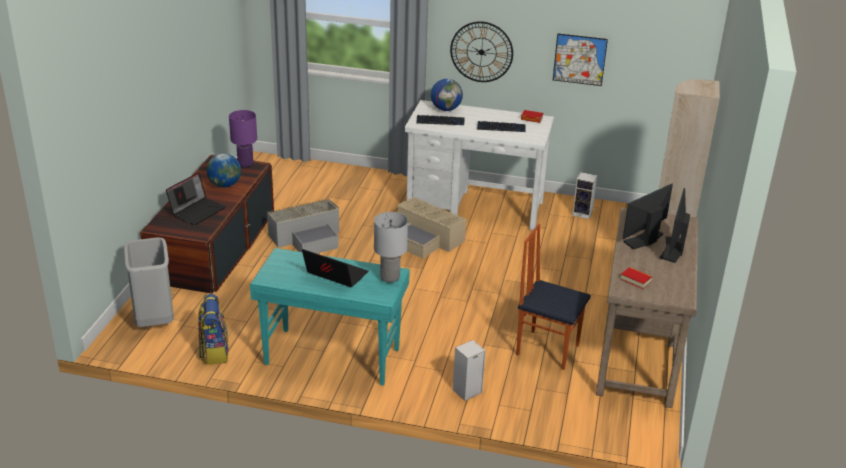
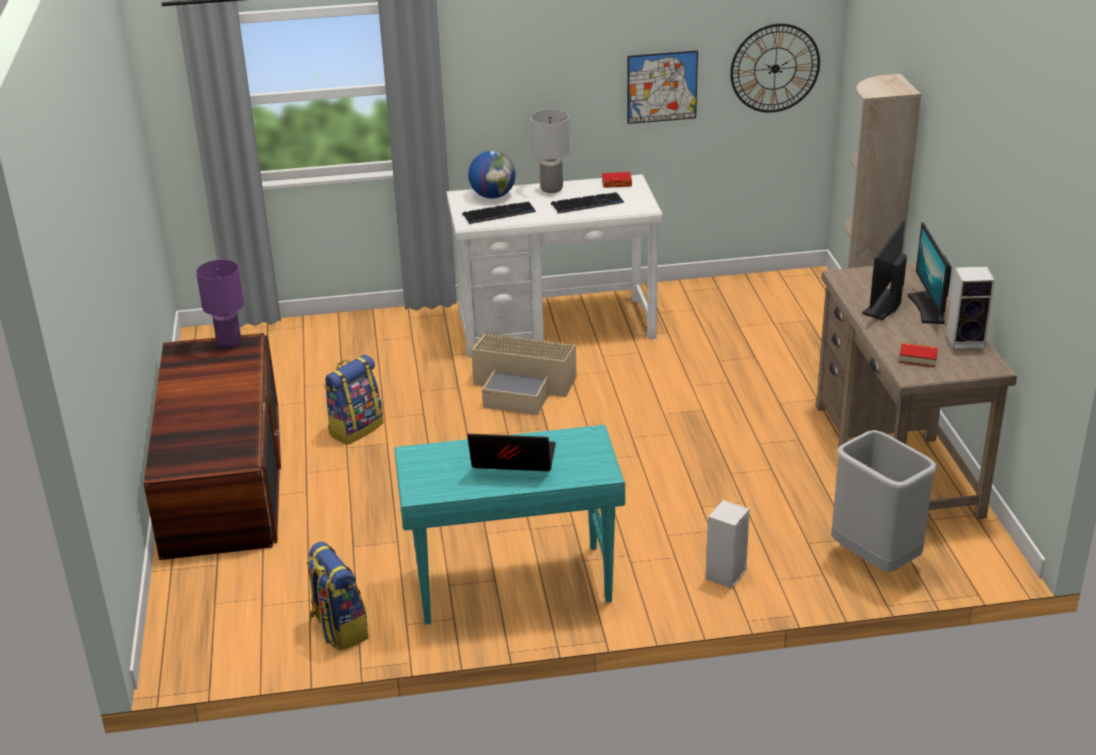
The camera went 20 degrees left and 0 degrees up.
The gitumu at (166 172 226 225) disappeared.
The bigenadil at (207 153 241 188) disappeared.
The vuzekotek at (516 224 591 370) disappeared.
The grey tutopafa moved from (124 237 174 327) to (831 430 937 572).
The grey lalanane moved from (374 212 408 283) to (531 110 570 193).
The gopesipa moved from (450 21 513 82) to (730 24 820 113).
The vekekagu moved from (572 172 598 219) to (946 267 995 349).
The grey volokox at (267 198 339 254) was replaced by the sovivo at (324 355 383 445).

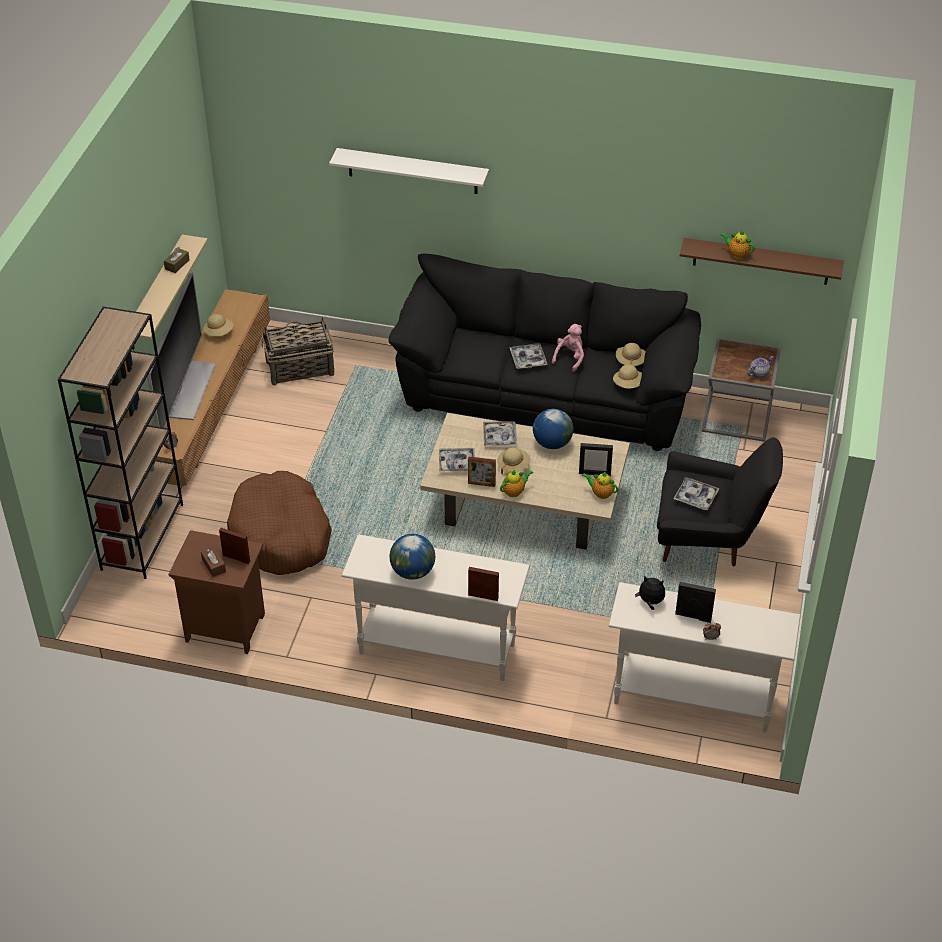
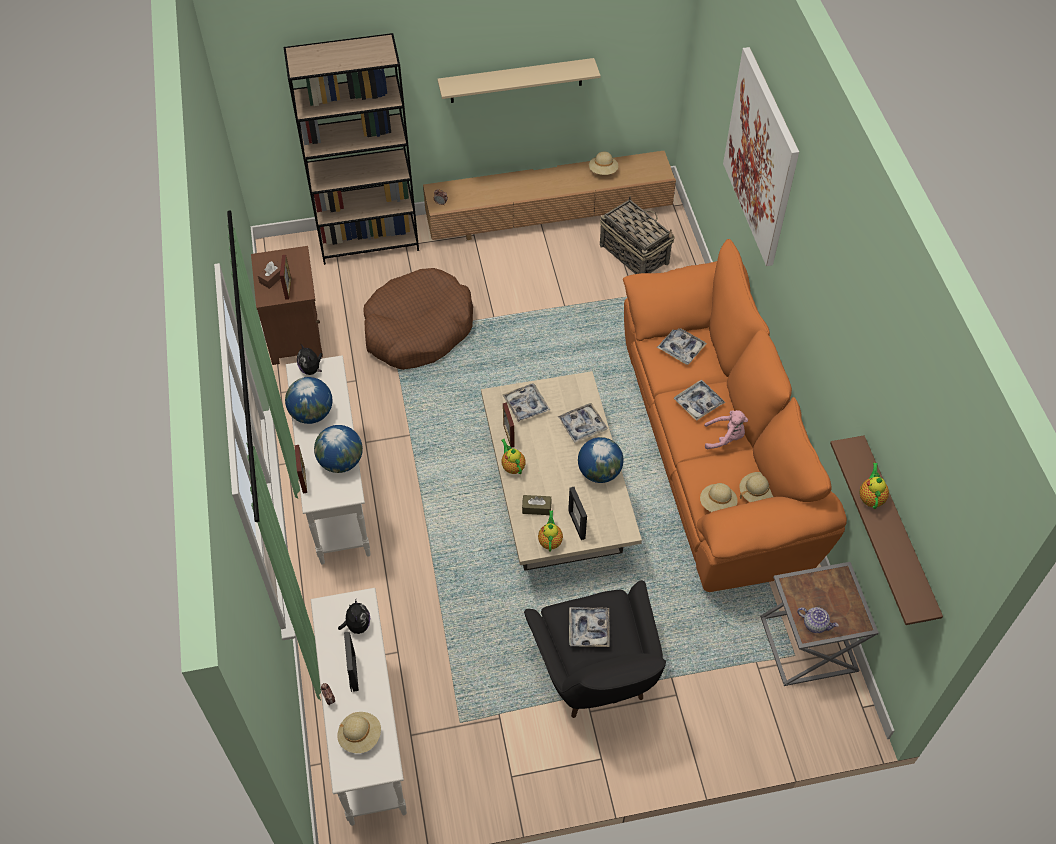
The camera went 65 degrees right and 10 degrees up.
The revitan at (147 272 215 428) disappeared.
The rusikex at (297 344 322 375) appeared.
The bigenadil at (314 425 363 473) appeared.
The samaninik at (657 328 707 365) appeared.
The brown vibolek moved from (164 247 190 273) to (522 495 551 515).
The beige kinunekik moved from (497 447 531 474) to (337 712 381 753).
The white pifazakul at (329 148 489 194) was replaced by the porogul at (723 47 799 266).
The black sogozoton at (388 254 701 451) became the orange sogozoton at (623 239 847 592).
The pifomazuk at (500 470 534 497) turned 150 degrees counterclockwise.

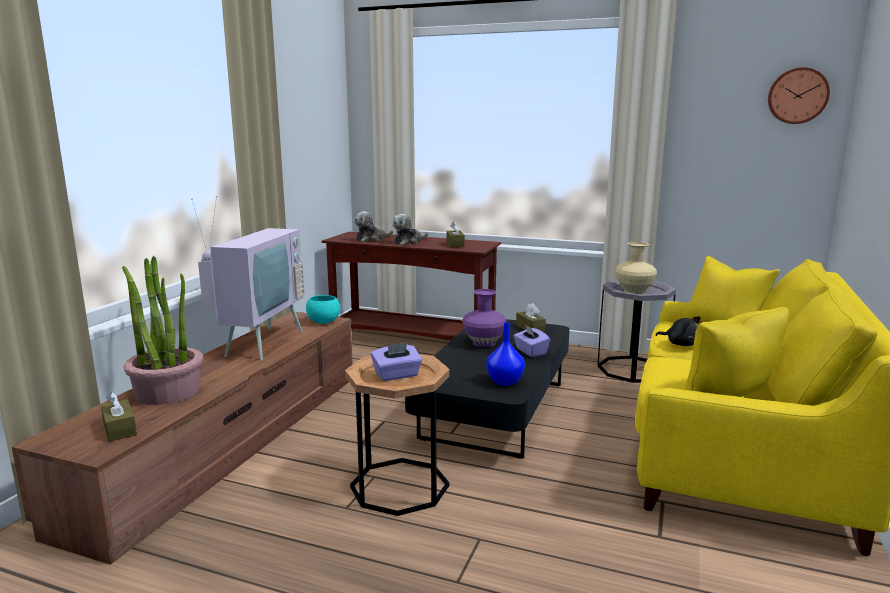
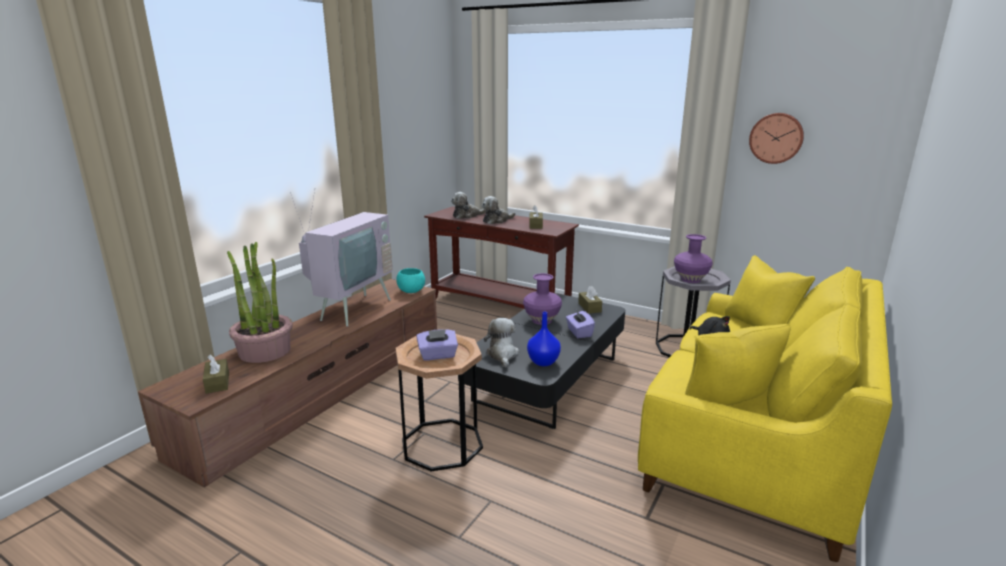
The camera went 10 degrees right and 5 degrees up.
The rusikex at (484 318 519 368) appeared.
The gopesipa moved from (768 67 830 124) to (749 113 804 164).
The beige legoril at (615 242 657 294) became the purple legoril at (674 234 713 283).

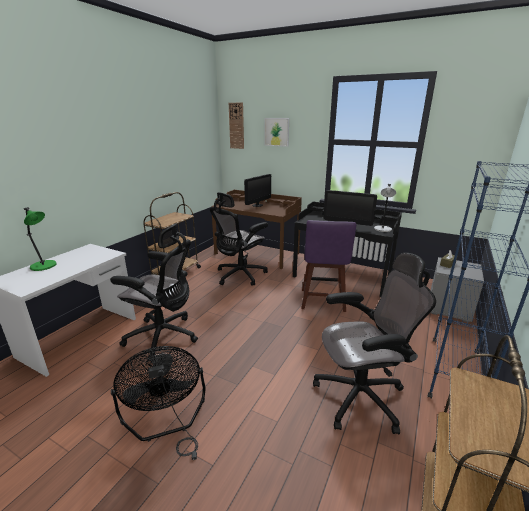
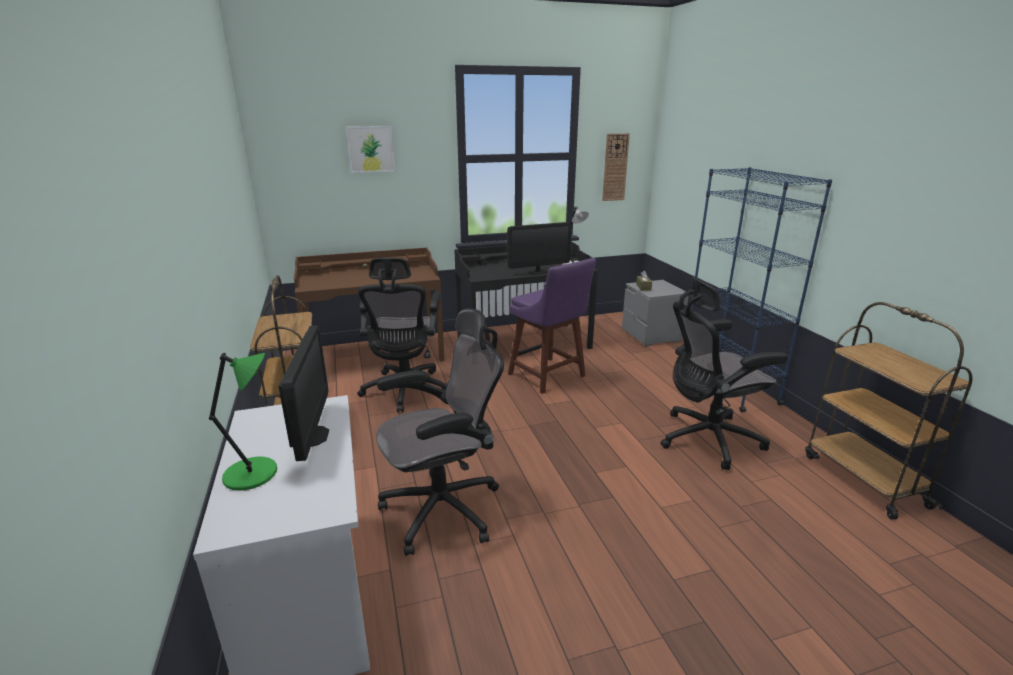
The camera went 45 degrees left and 0 degrees up.
The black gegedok at (111 346 205 460) disappeared.
The gopesipa moved from (229 103 244 149) to (602 133 630 201).
The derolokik moved from (244 174 271 207) to (278 326 329 461).
The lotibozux at (313 253 436 434) turned 135 degrees counterclockwise.

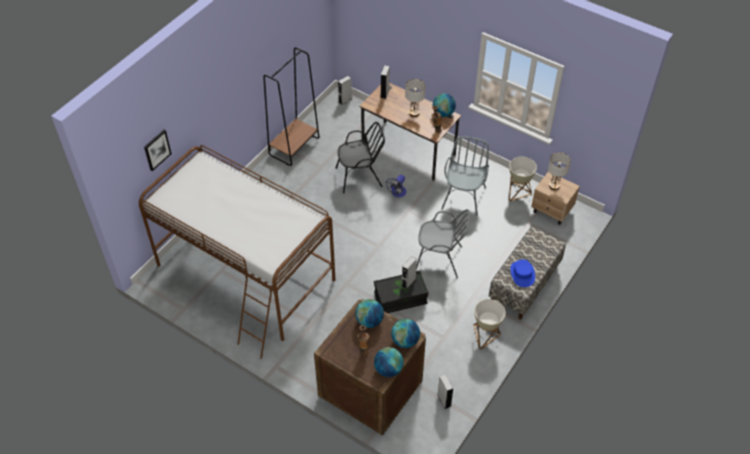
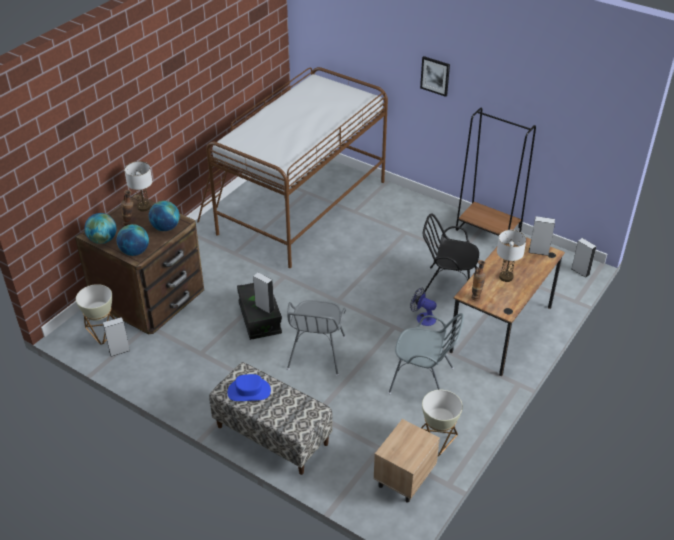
The camera went 90 degrees right and 10 degrees down.
The bigenadil at (433 93 456 117) disappeared.
The porogul moved from (144 130 172 171) to (420 56 450 97).
The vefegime moved from (473 299 506 349) to (76 284 116 345).
The lalanane moved from (548 152 571 190) to (124 161 152 211).
The black vuzekotek at (335 122 385 195) turned 120 degrees clockwise.

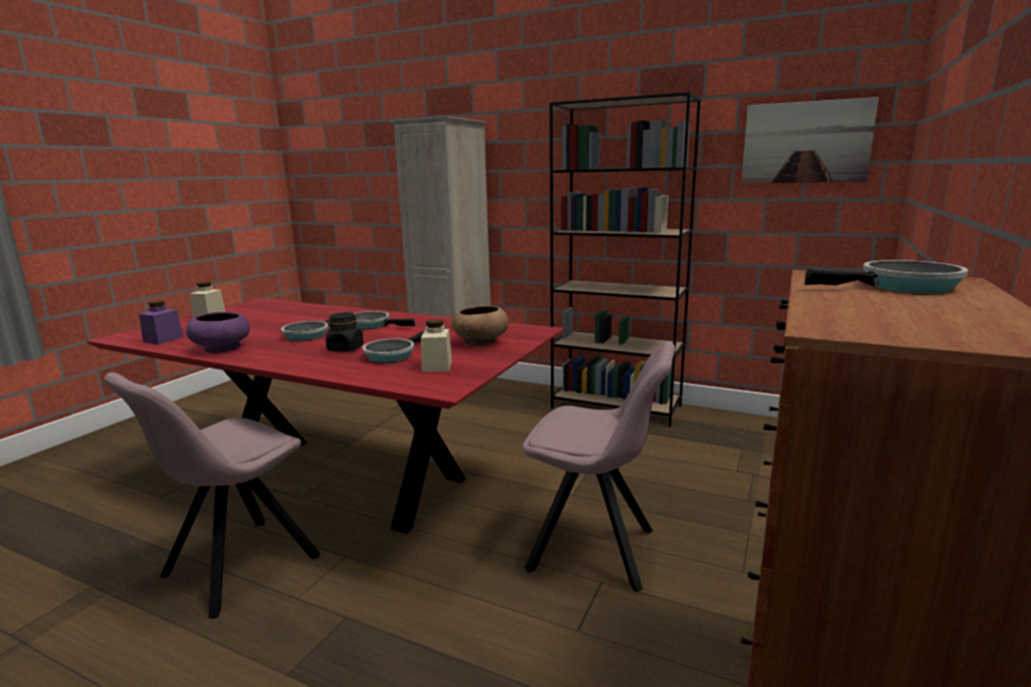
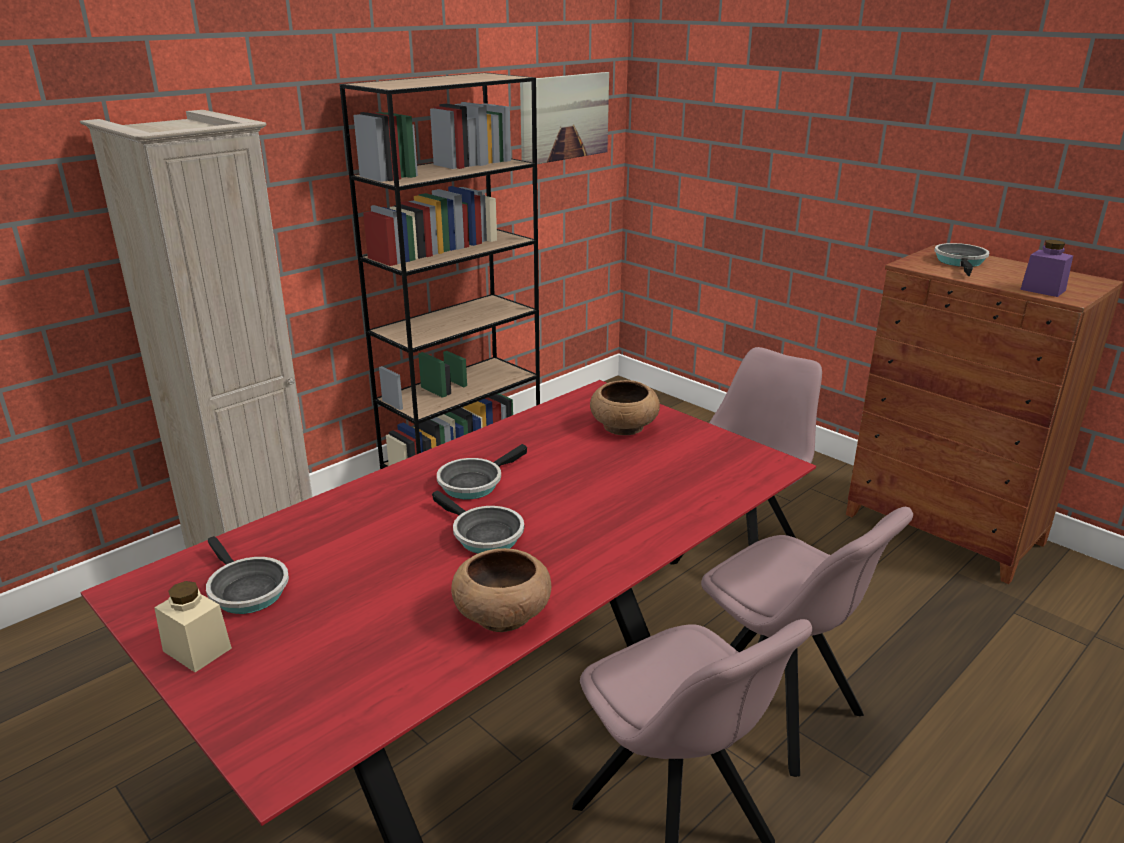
The camera went 70 degrees left and 10 degrees up.
The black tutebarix at (326 312 364 352) disappeared.
The beige tutebarix at (421 319 452 372) disappeared.
The pink vuzekotek at (701 507 913 777) appeared.
The purple tutebarix moved from (139 300 184 345) to (1020 240 1073 297).
The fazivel moved from (362 330 425 363) to (206 536 289 614).
The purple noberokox at (186 312 250 353) became the brown noberokox at (451 548 551 632).

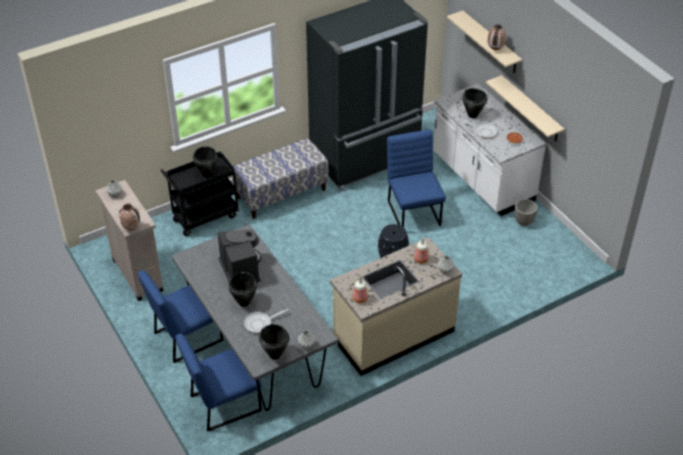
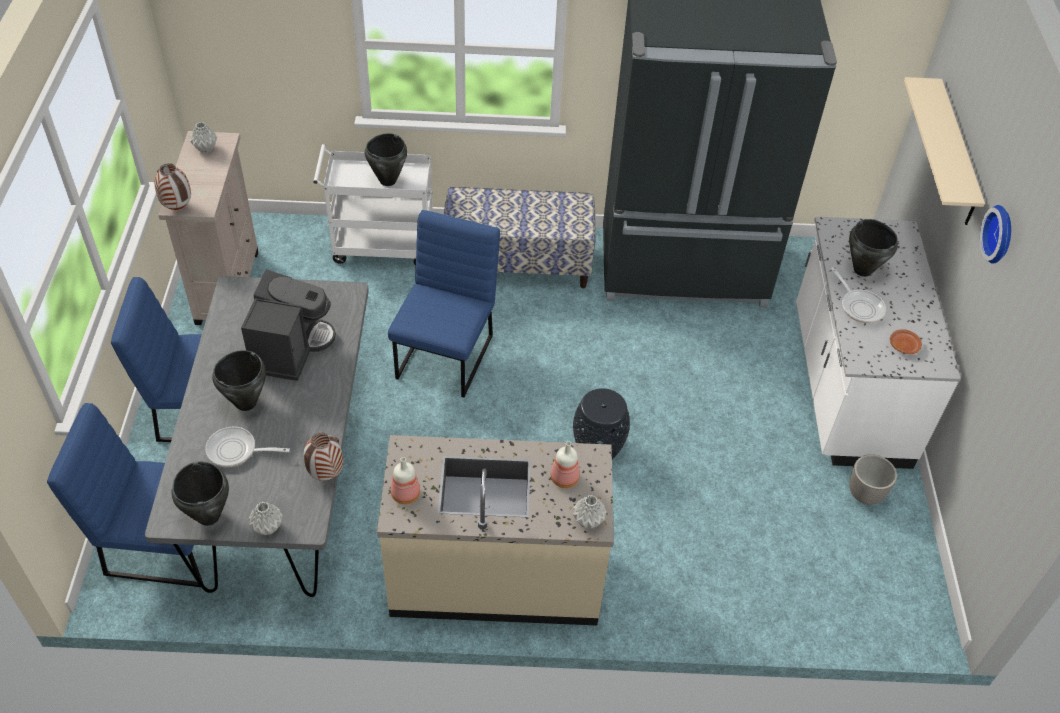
The camera went 30 degrees right and 5 degrees up.
The beige pifazakul at (486 75 565 142) disappeared.
The gopesipa at (980 205 1011 264) appeared.
The blue vuzekotek moved from (387 130 446 228) to (388 210 500 397).
The legoril moved from (488 24 506 50) to (303 433 343 481).
The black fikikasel at (160 152 238 236) became the white fikikasel at (313 144 433 266).

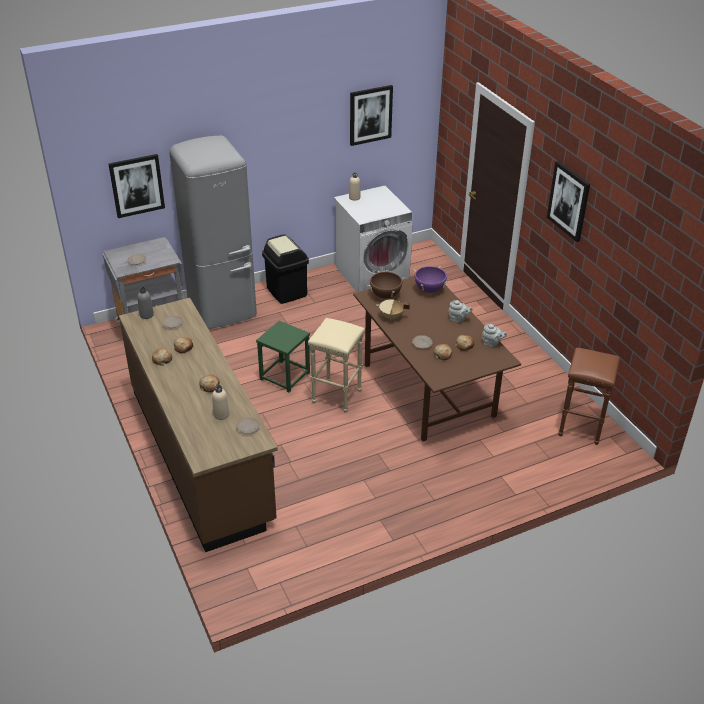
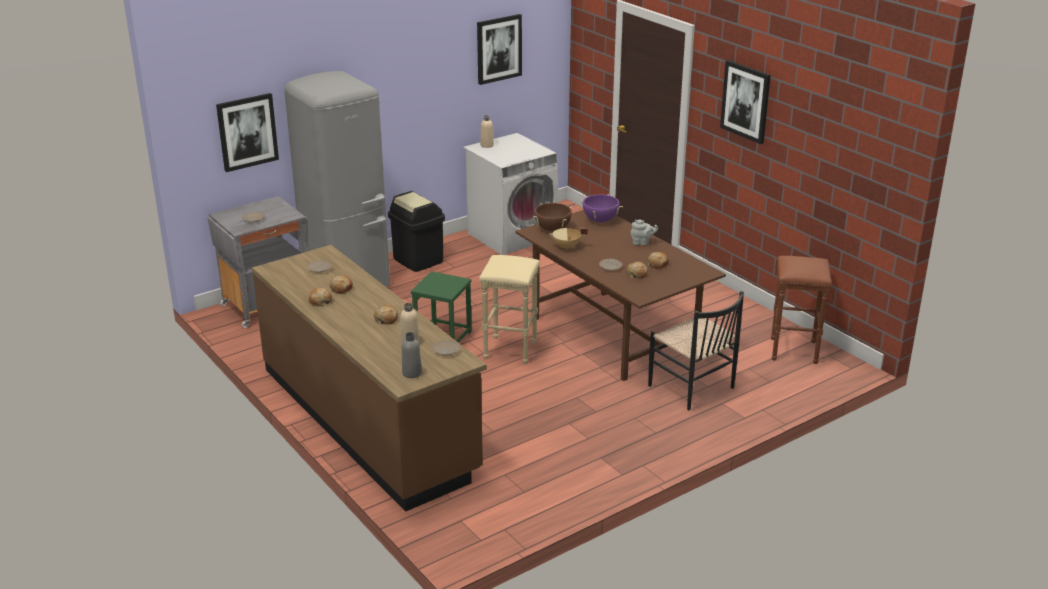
The camera went 10 degrees left and 10 degrees down.
The grey pifomazuk at (482 324 507 347) disappeared.
The black vuzekotek at (648 291 744 411) appeared.
The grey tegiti moved from (137 287 154 319) to (402 332 422 378).

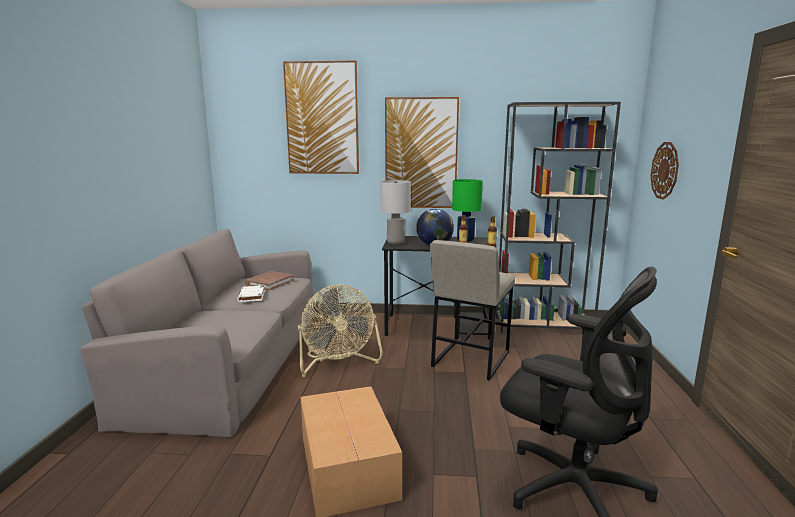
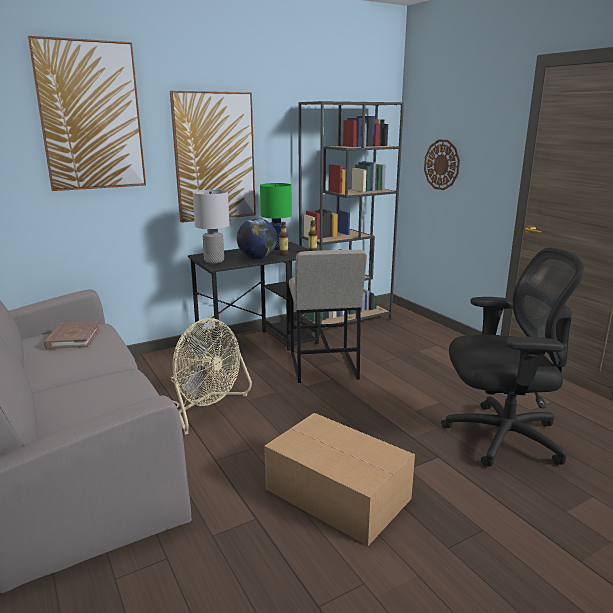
The camera went 35 degrees left and 5 degrees up.
The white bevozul at (237 286 265 302) disappeared.

